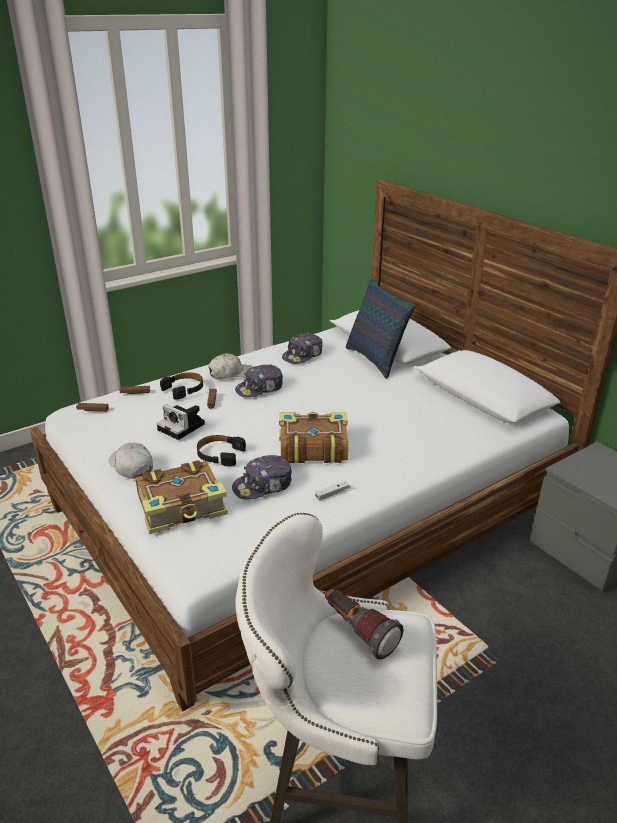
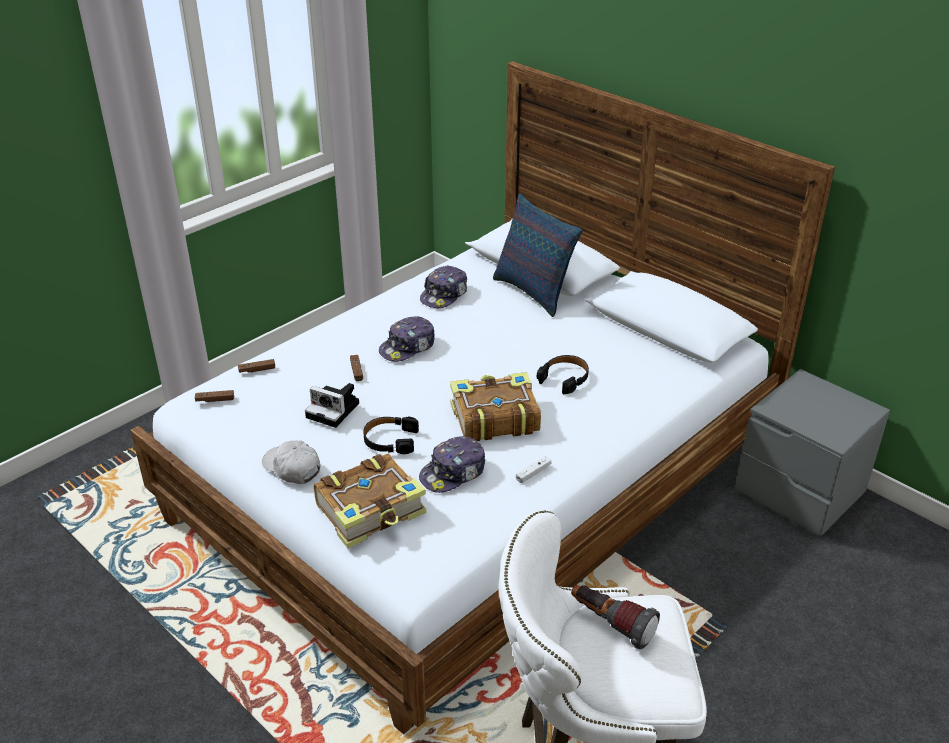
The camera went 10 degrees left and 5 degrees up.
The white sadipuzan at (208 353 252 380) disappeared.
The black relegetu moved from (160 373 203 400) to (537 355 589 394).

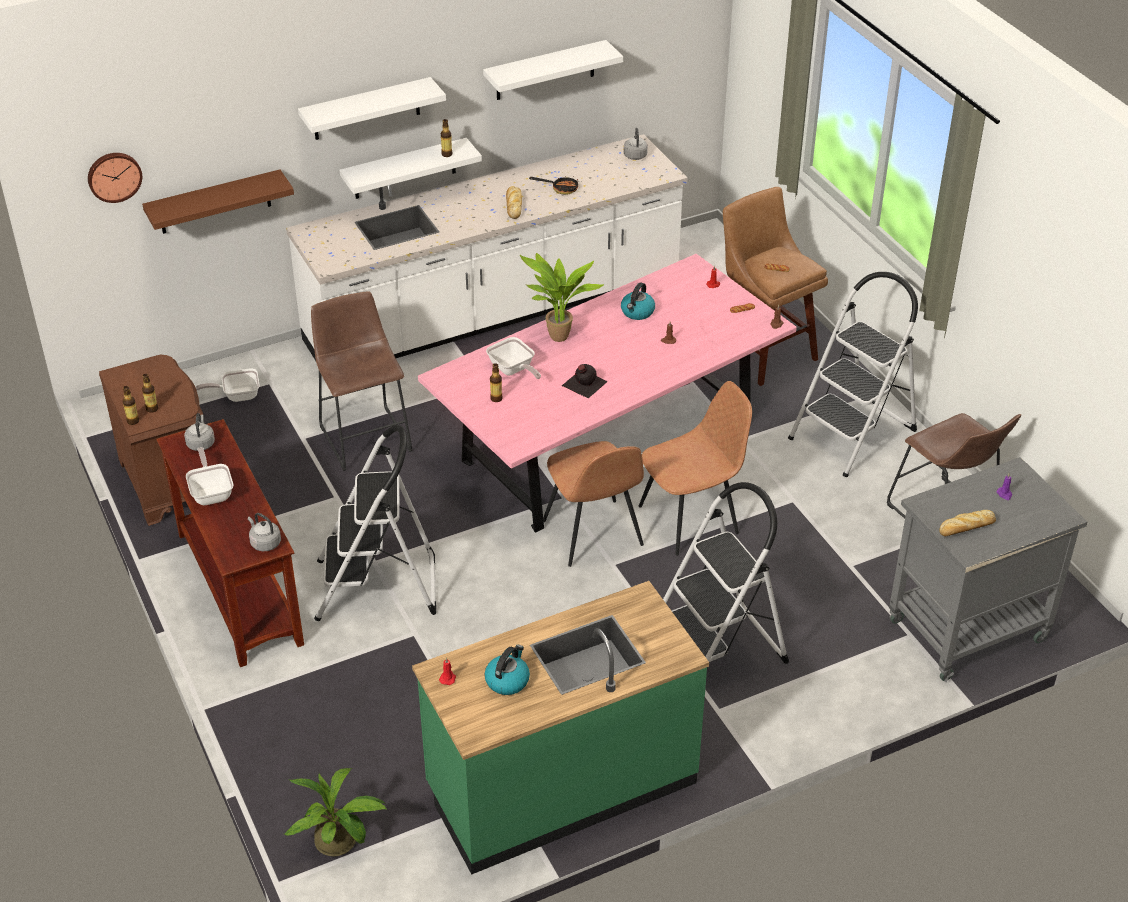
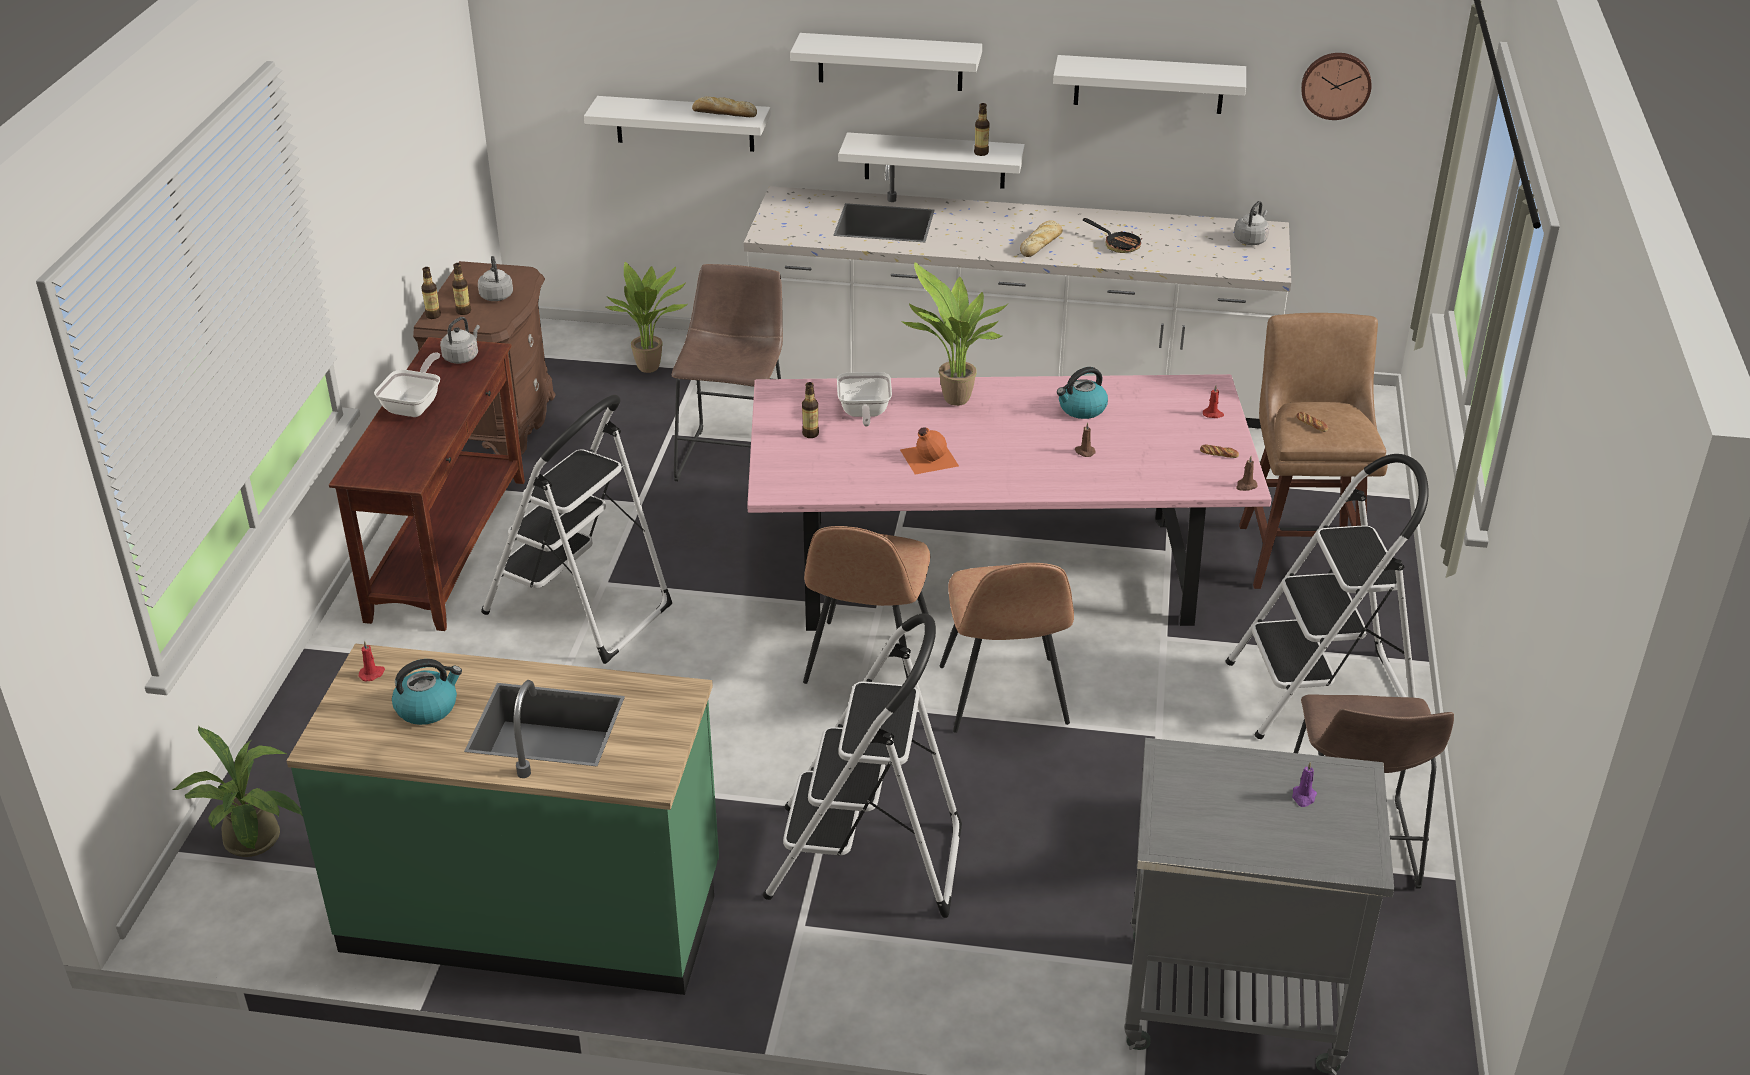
The camera went 35 degrees right and 5 degrees down.
The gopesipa moved from (88 153 142 203) to (1301 53 1371 120).
The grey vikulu moved from (248 513 281 551) to (478 256 513 301).
The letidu moved from (939 510 996 536) to (692 96 757 117).
The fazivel at (195 368 260 402) was replaced by the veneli at (604 262 687 373).
The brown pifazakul at (142 169 294 234) became the white pifazakul at (584 96 771 152).
The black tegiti at (562 364 608 398) became the orange tegiti at (900 427 959 474).
The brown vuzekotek at (639 381 752 556) turned 75 degrees clockwise.

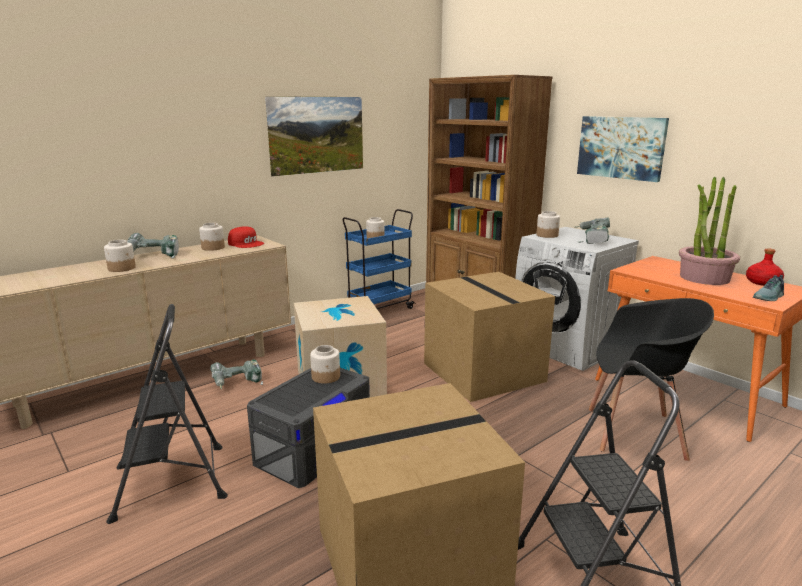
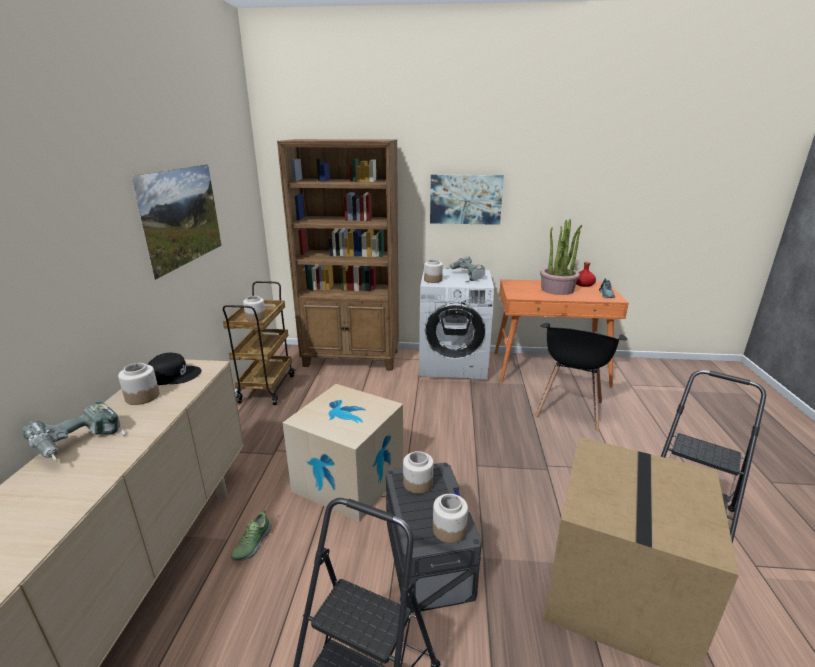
The camera went 45 degrees left and 5 degrees up.
The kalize at (424 272 555 402) disappeared.
The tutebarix moved from (104 240 136 272) to (433 494 468 543).
The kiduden at (211 360 263 389) was replaced by the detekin at (231 510 272 561).
The red sadipuzan at (228 227 264 248) became the black sadipuzan at (147 353 201 385).
The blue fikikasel at (343 209 416 309) became the brown fikikasel at (223 281 295 405).
The black vuzekotek at (589 298 714 461) turned 150 degrees clockwise.

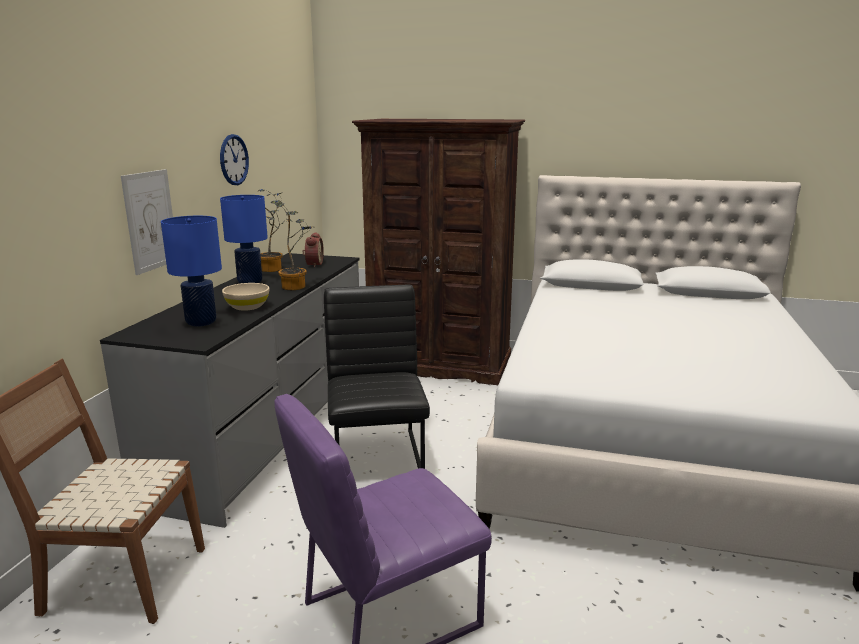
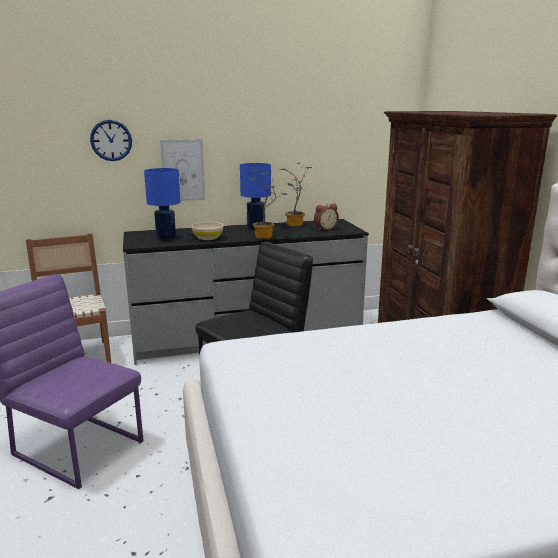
The camera went 60 degrees right and 0 degrees up.
The gopesipa moved from (220 134 249 185) to (90 120 132 161).

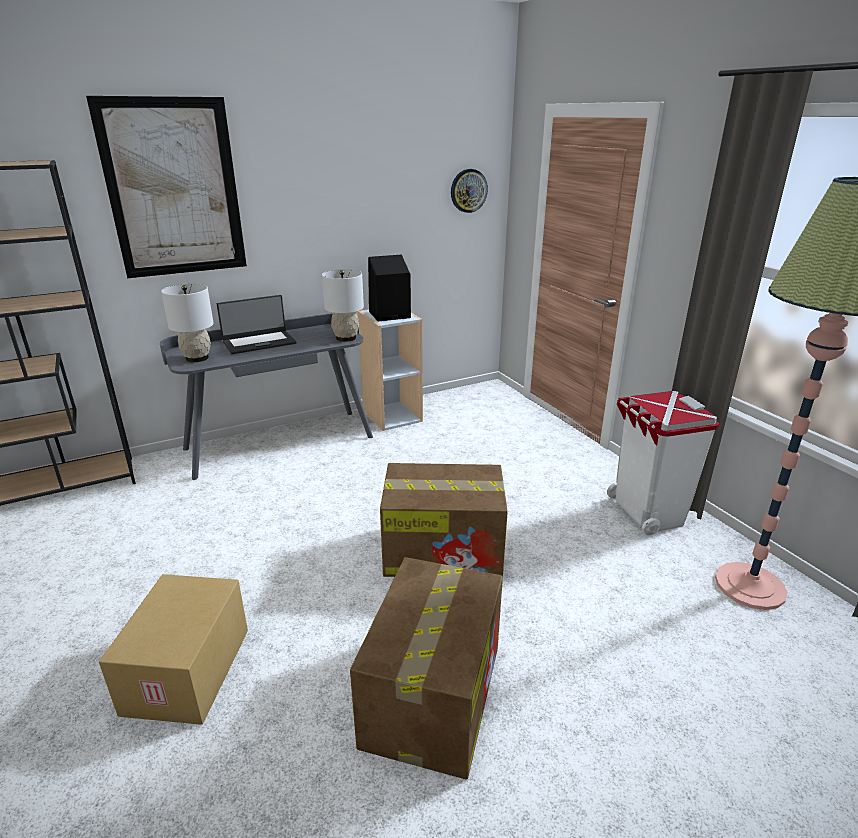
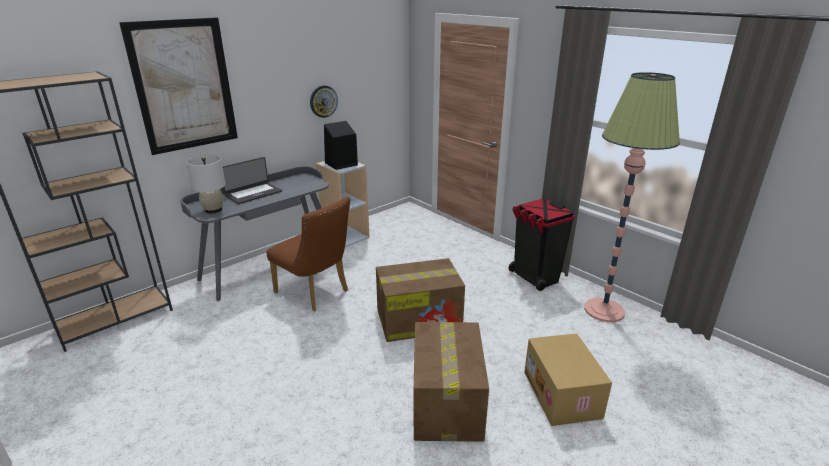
The camera went 15 degrees left and 0 degrees up.
The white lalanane at (322 269 364 342) disappeared.
The brown vuzekotek at (267 197 351 311) appeared.
The kalize moved from (99 574 248 725) to (524 333 612 426).
The gopesipa moved from (451 169 488 213) to (310 85 338 118).
The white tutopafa at (607 391 719 536) became the black tutopafa at (509 198 575 291).

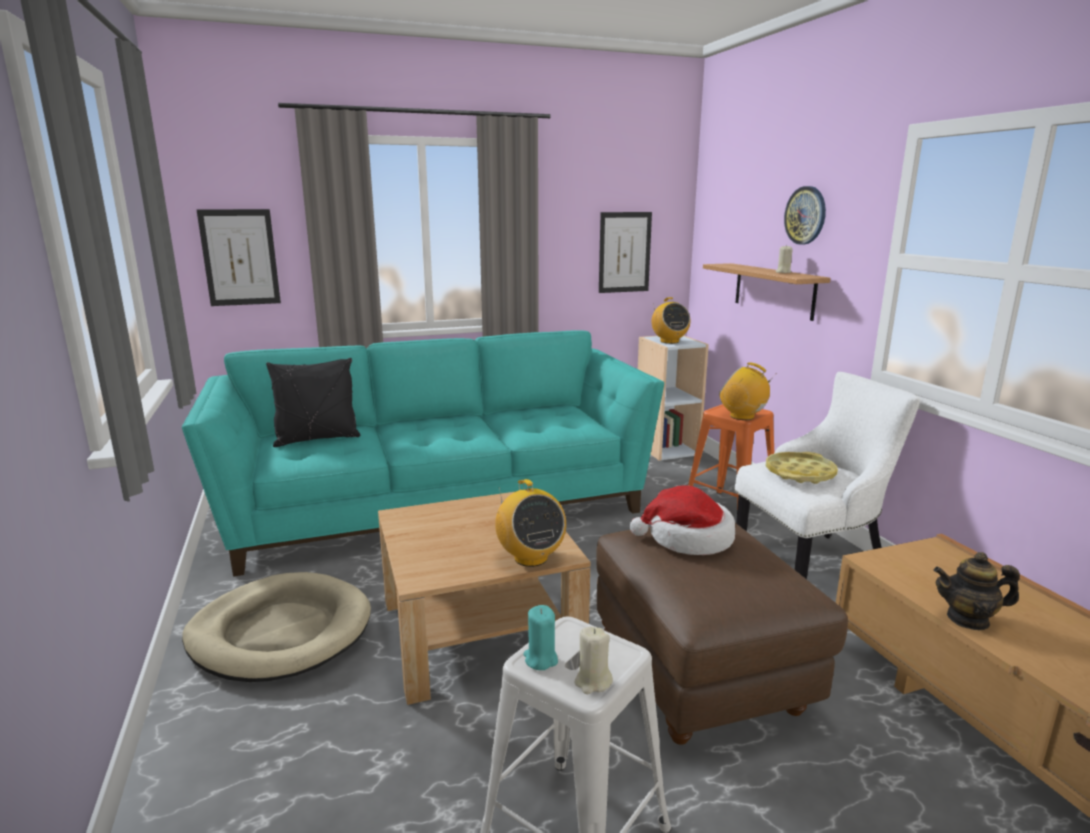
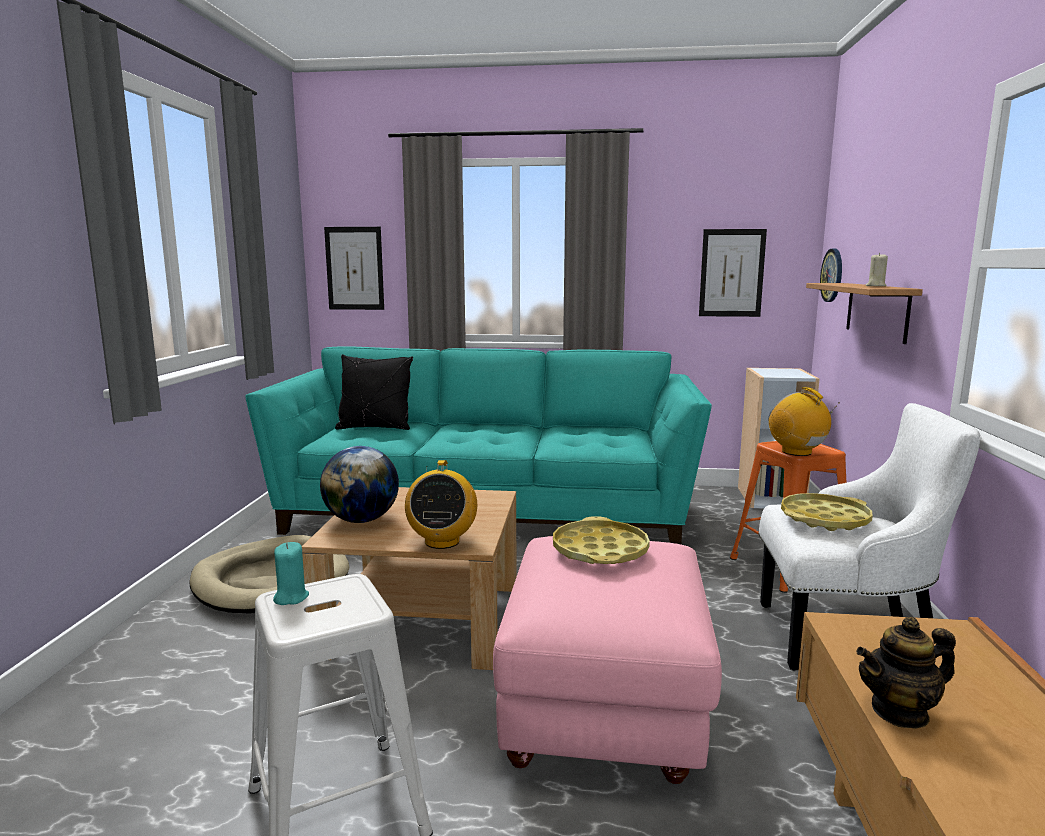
The camera went 25 degrees right and 5 degrees down.
The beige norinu at (574 627 613 694) disappeared.
The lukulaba at (652 297 690 344) disappeared.
The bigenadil at (320 446 399 523) appeared.
The gopesipa moved from (784 186 826 245) to (820 249 842 302).
The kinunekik at (630 485 735 555) was replaced by the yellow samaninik at (553 516 650 564).
The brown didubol at (596 523 848 745) became the pink didubol at (493 536 722 784).
The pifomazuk at (934 552 1020 630) turned 45 degrees counterclockwise.

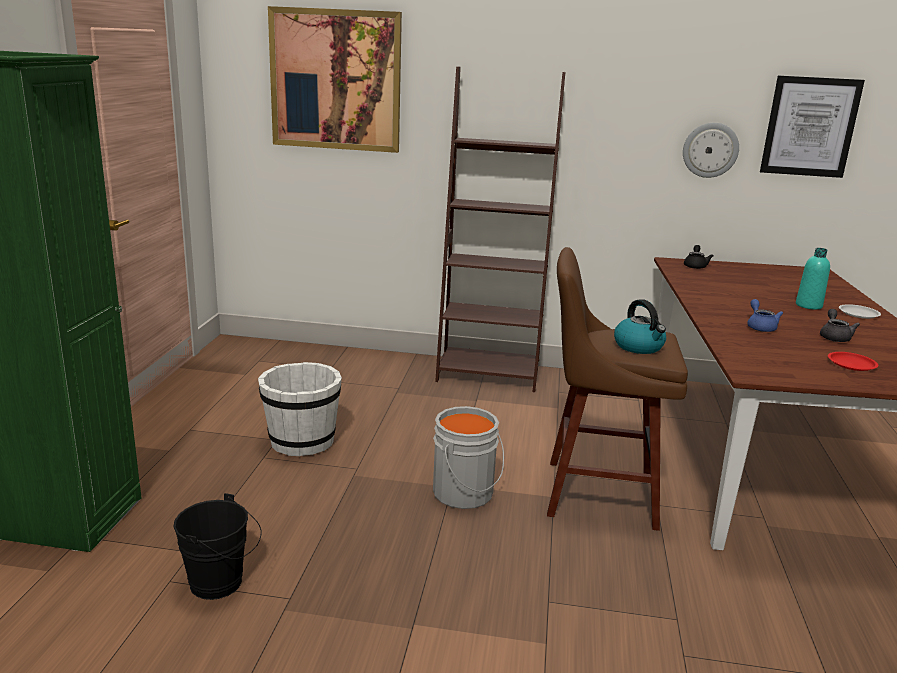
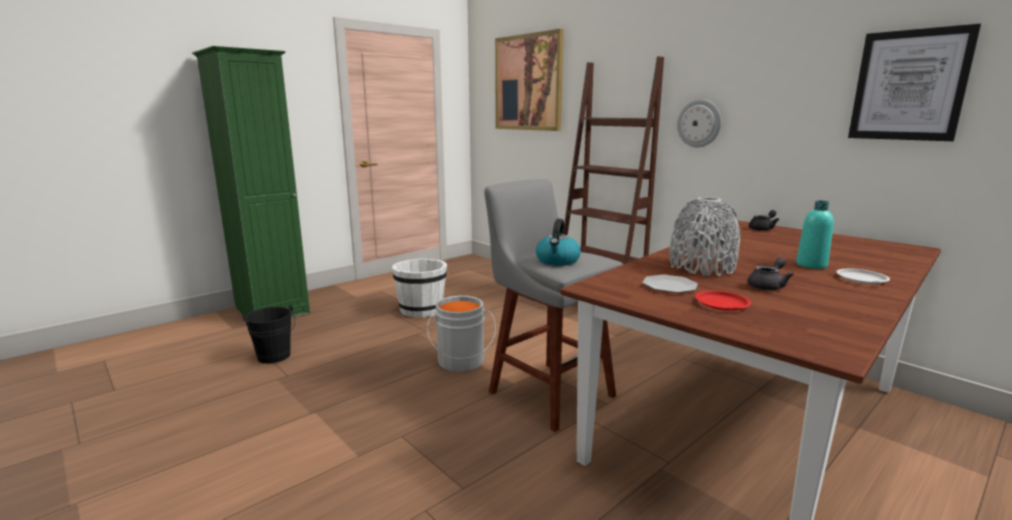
The camera went 40 degrees right and 5 degrees down.
The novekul at (642 275 698 293) appeared.
The gopesipa moved from (683 123 739 178) to (677 99 721 147).
The blue pifomazuk at (747 299 783 332) was replaced by the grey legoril at (669 197 740 276).
The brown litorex at (547 247 688 531) became the grey litorex at (484 179 623 432).

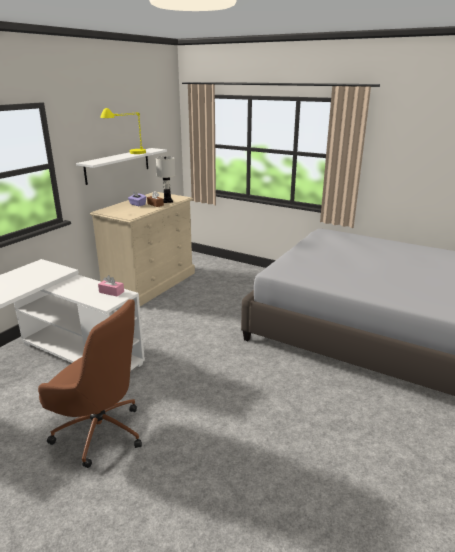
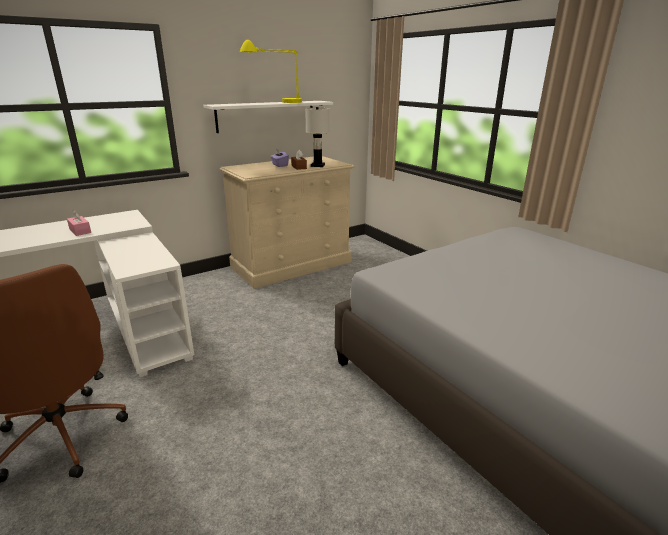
The camera went 25 degrees right and 0 degrees up.
The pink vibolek moved from (98 275 124 297) to (67 210 91 236).

